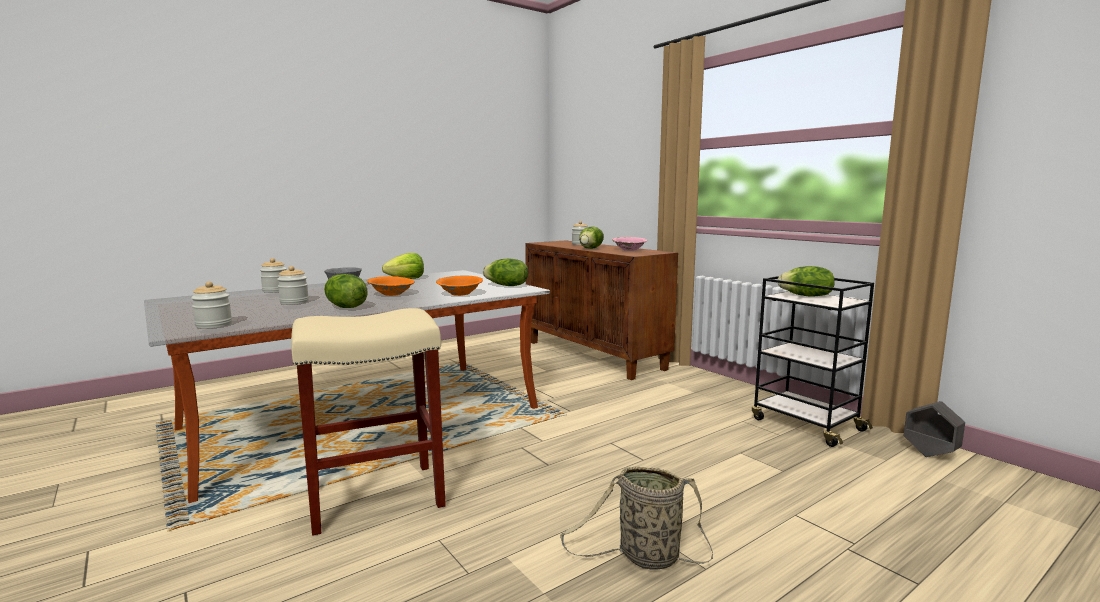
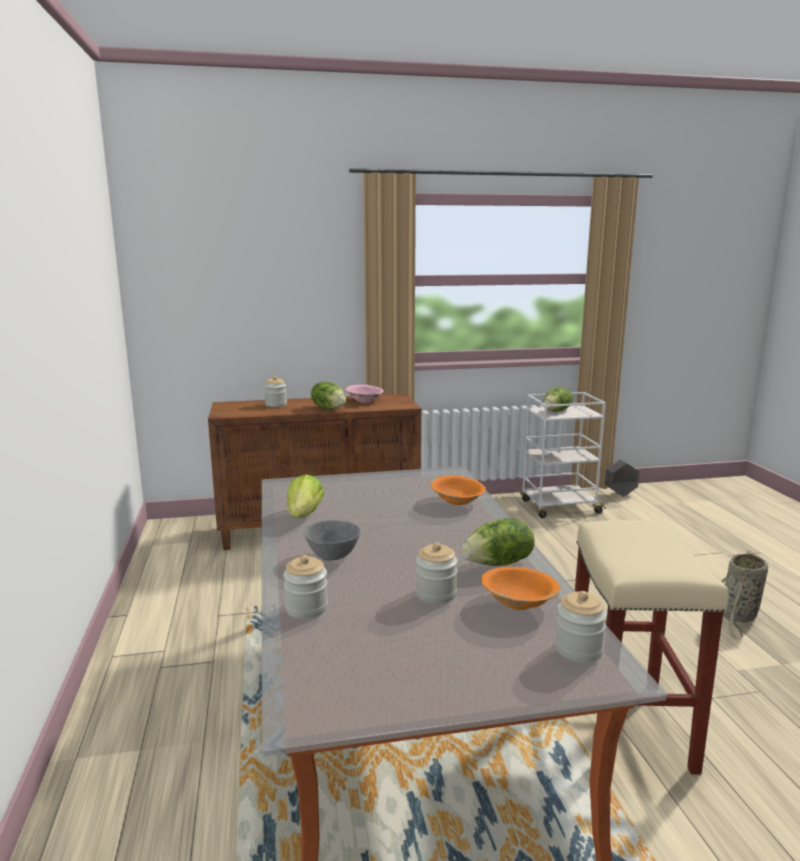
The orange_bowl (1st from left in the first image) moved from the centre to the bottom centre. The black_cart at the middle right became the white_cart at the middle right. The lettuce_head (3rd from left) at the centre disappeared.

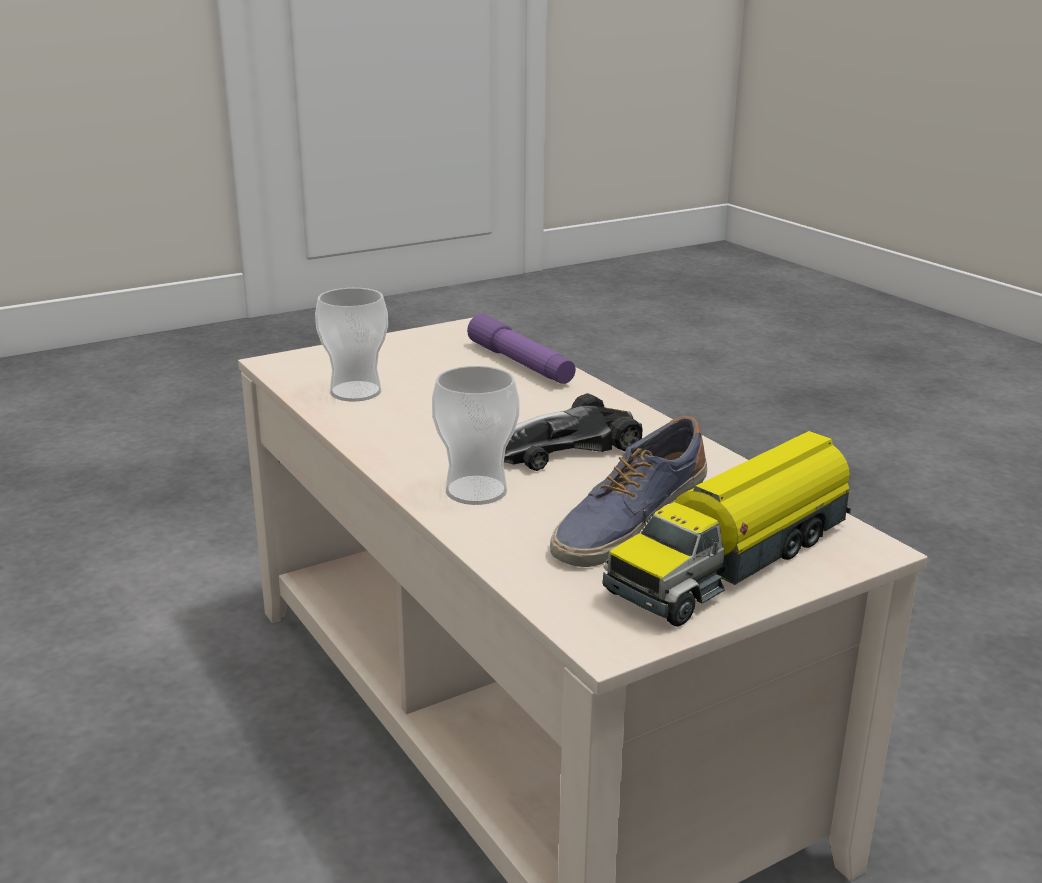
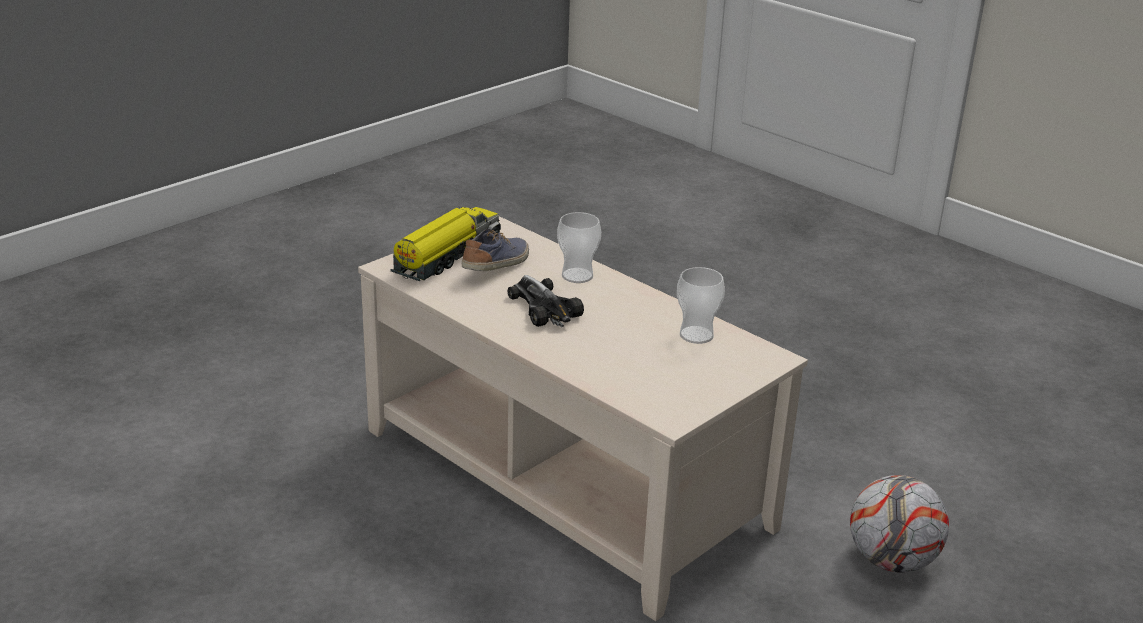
The miniature_car at the centre turned 75 degrees counterclockwise. The ball_for_football at the bottom right appeared. The purplish_torch at the centre disappeared.

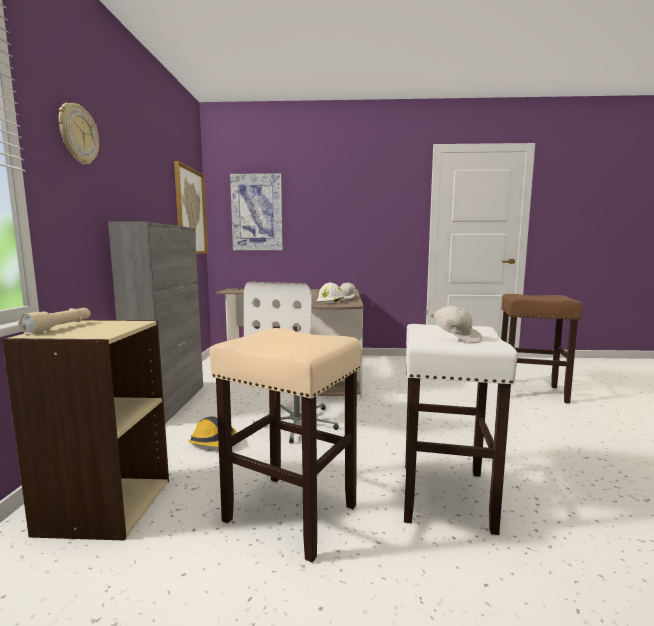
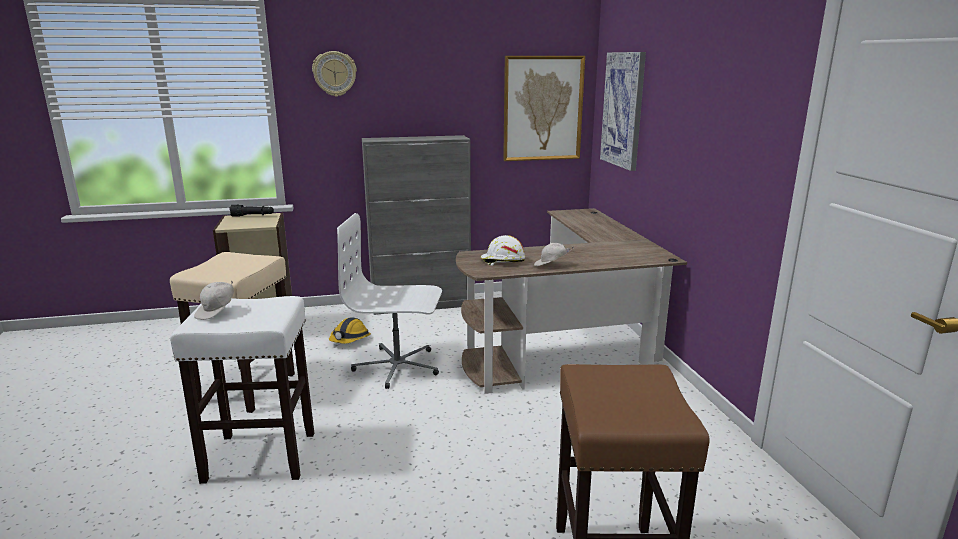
The beige-coloured_torch at the middle left became the black_torch at the middle left.

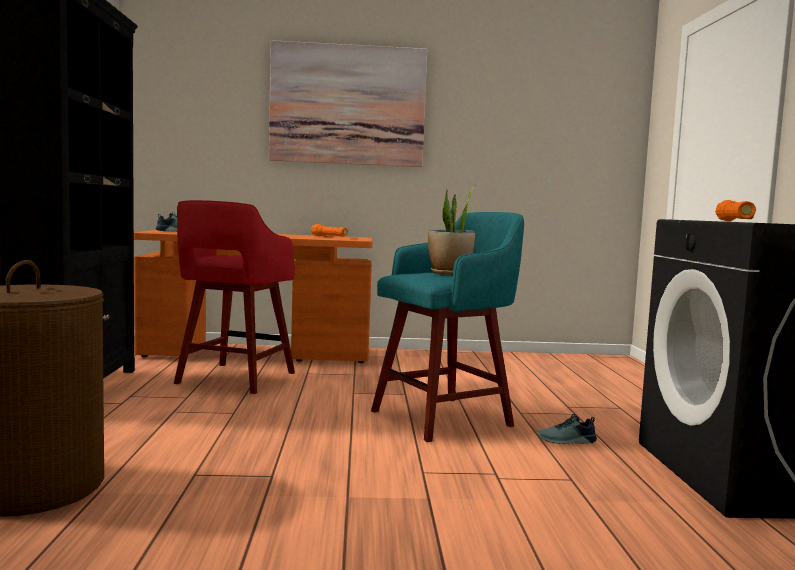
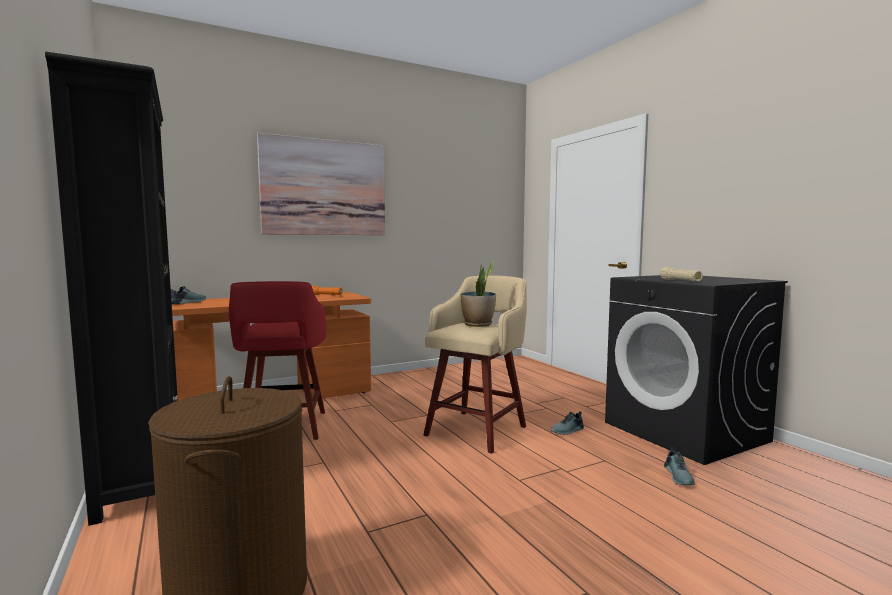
The blue-green_stool at the centre became the beige-coloured_stool at the centre. The orange_torch (2nd from left) at the middle right became the beige-coloured_torch at the middle right. The low_shoe (3rd from left) at the bottom right appeared.

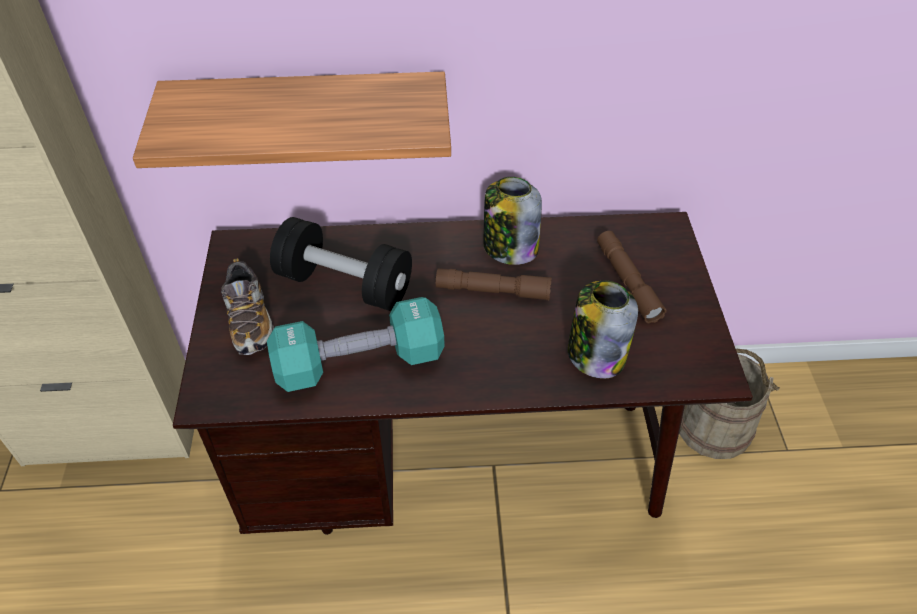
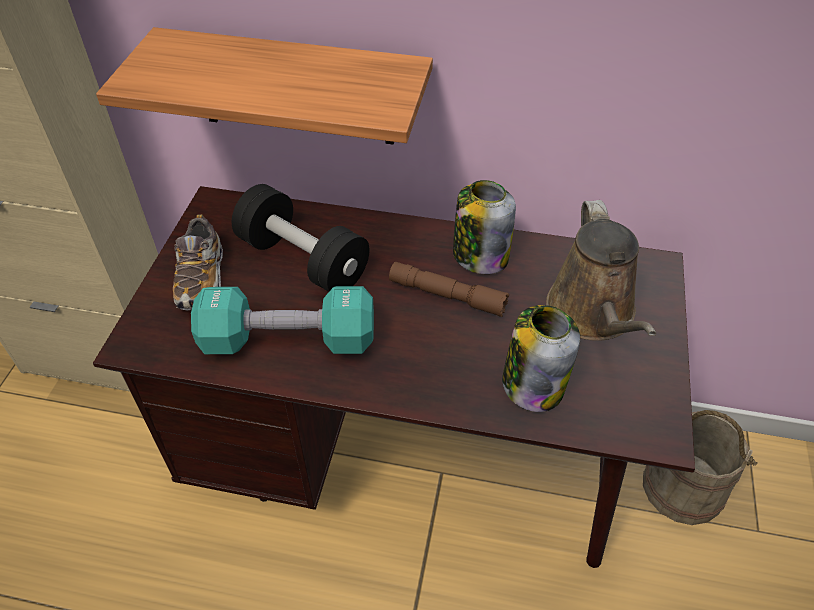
The brown-coloured_torch (2nd from left) at the middle right was replaced by the brown-coloured_watering_can at the middle right.

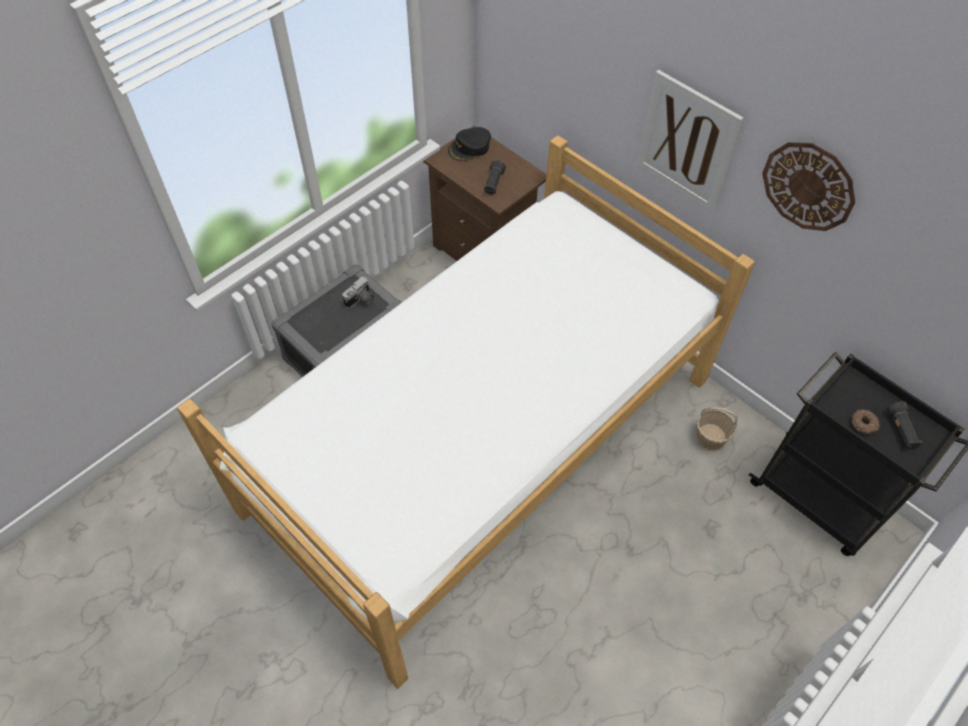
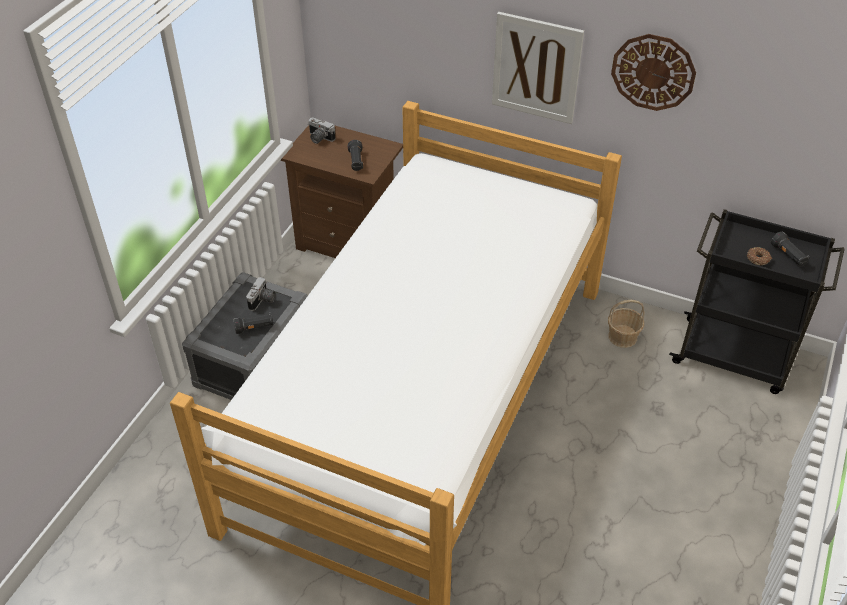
The black_torch (1st from left) at the middle left appeared. The black_cap at the top centre was replaced by the photo_camera (2nd from left) at the top centre.

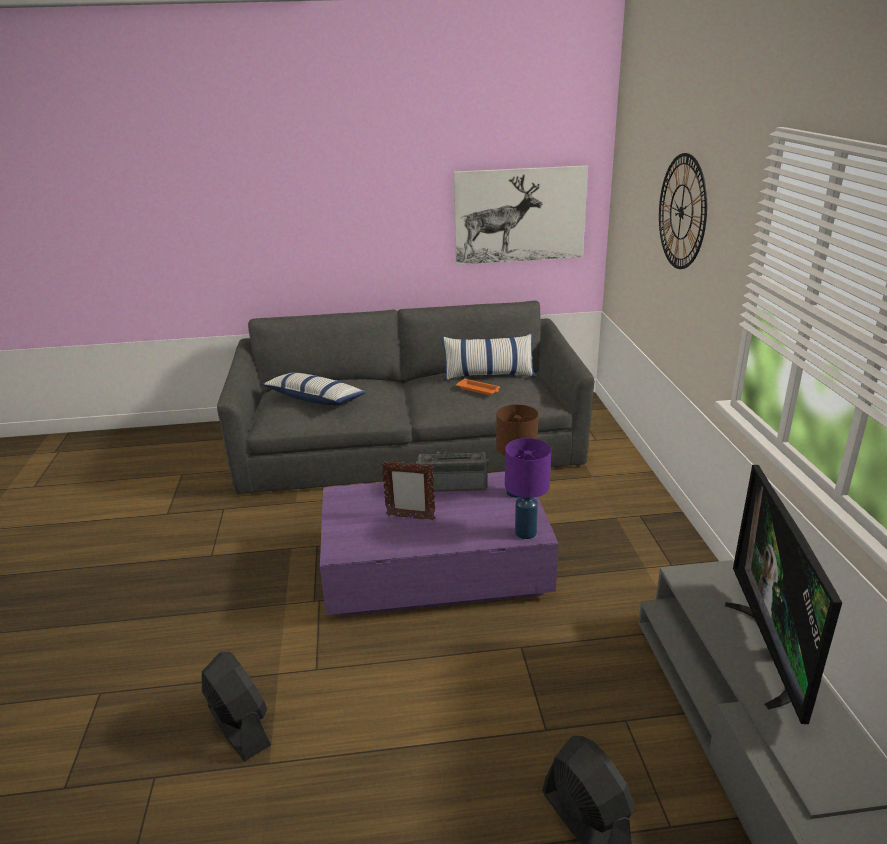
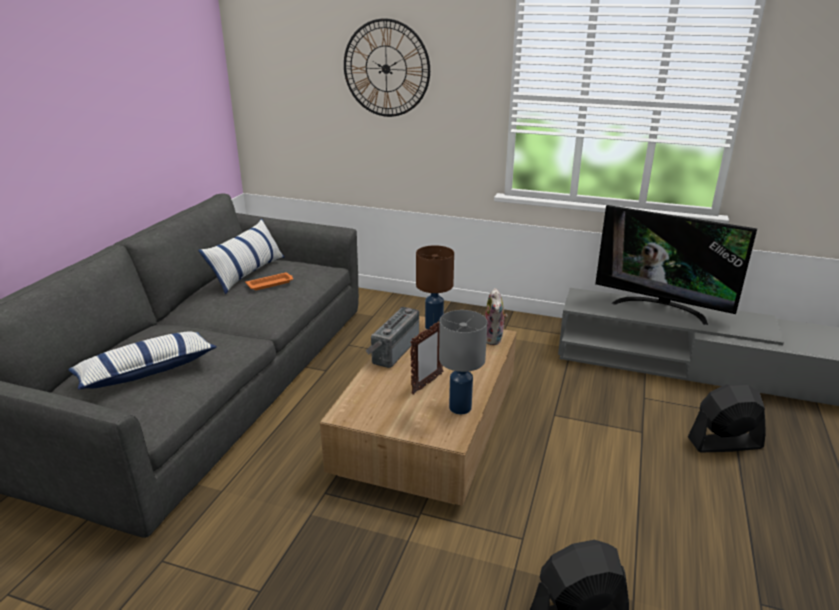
The purplish_lounge_table at the centre became the brown-coloured_lounge_table at the bottom centre. The greyish_table_lamp at the centre appeared. The purplish_table_lamp at the centre was replaced by the soft_toy at the centre. The wall_art at the top centre disappeared.

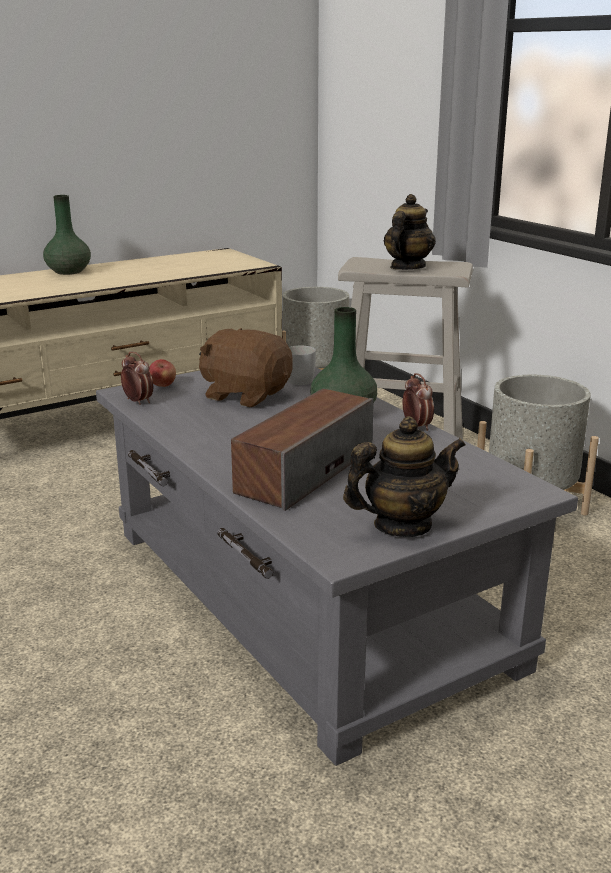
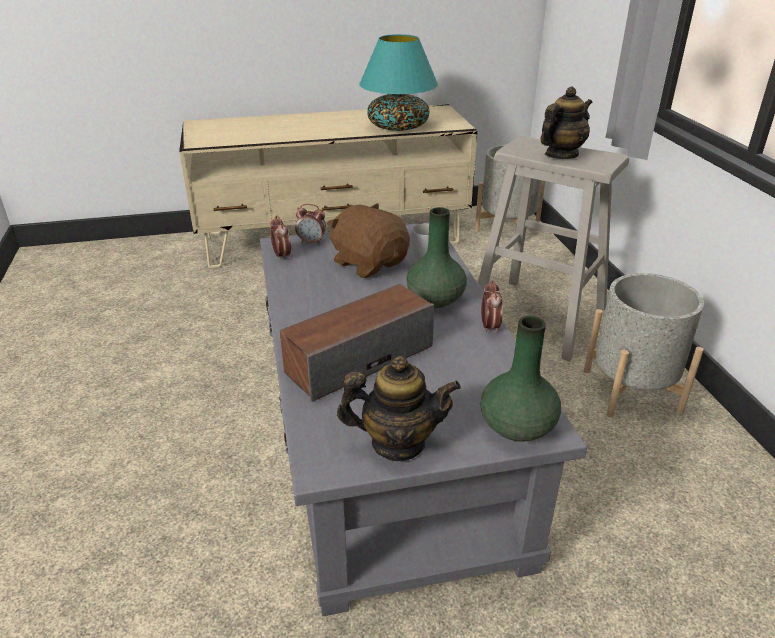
The whole_apple at the middle left was replaced by the table_clock (2nd from left) at the centre. The blue-green_table_lamp at the top centre appeared. The greenish_vase (1st from left in the first image) moved from the top left to the middle right.

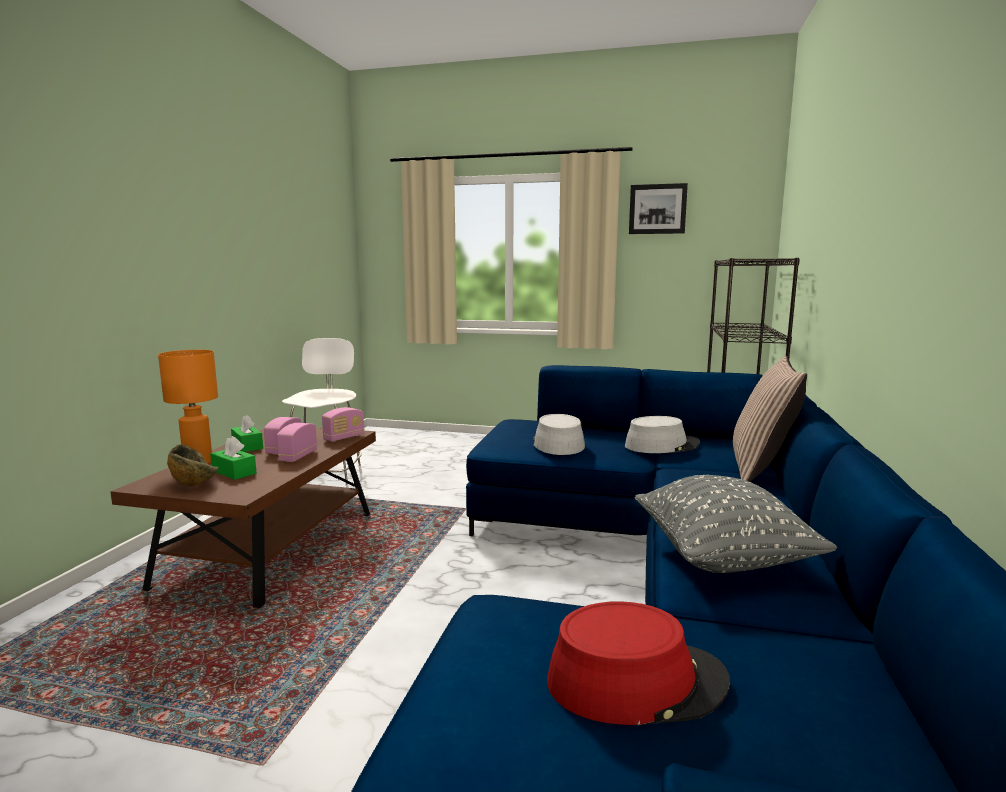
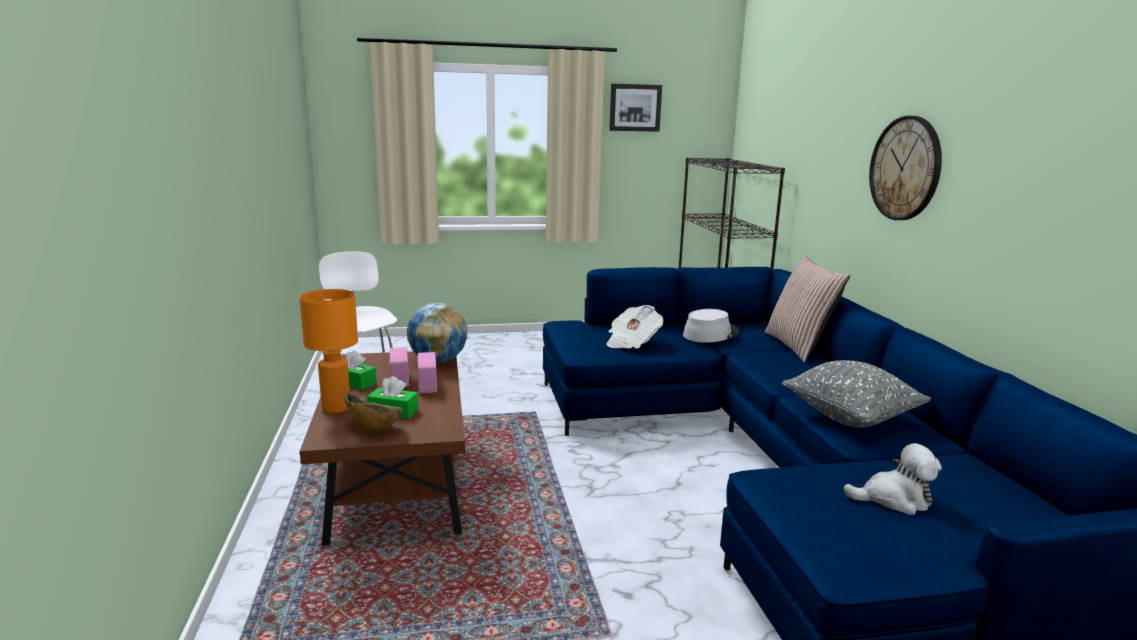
The radio (3rd from left) at the centre was replaced by the world_globe at the centre. The greyish_clothing_hat (1st from left) at the centre was replaced by the printed_paper at the centre. The reddish_clothing_hat at the bottom centre was replaced by the soft_toy at the bottom right. The wall_clock at the top right appeared.

